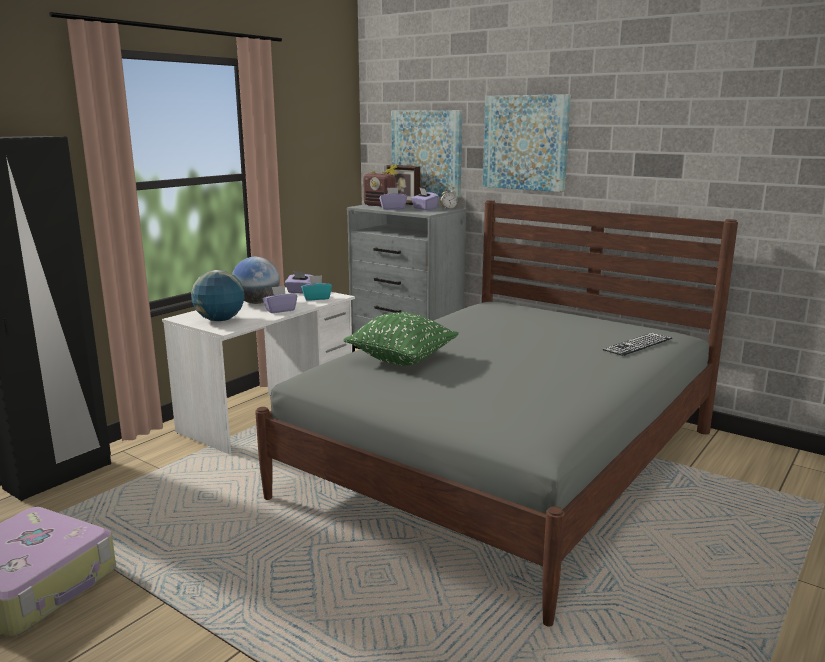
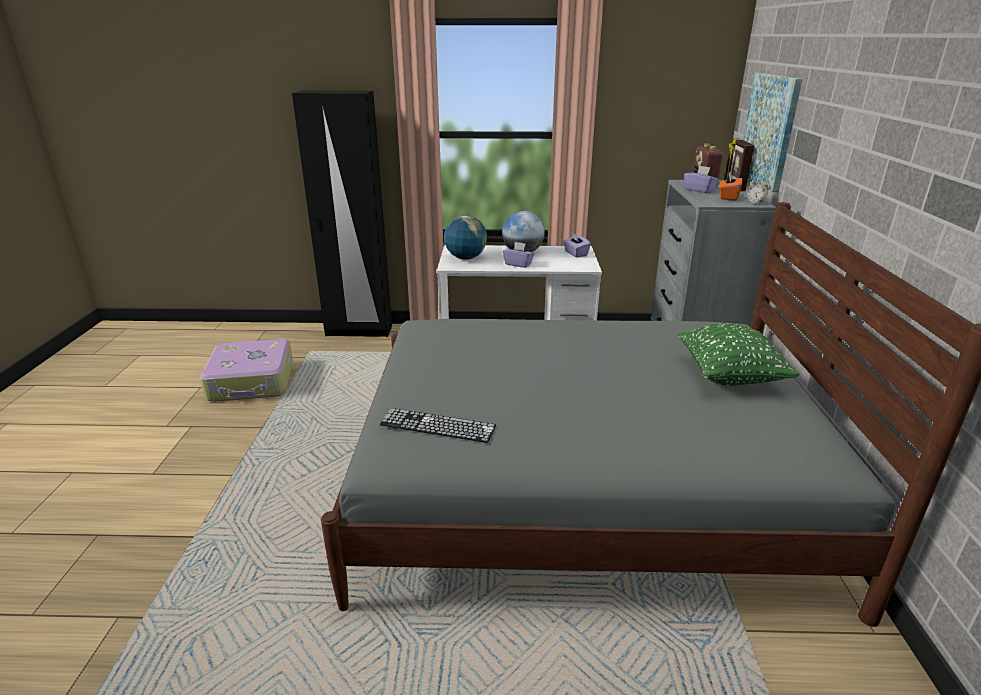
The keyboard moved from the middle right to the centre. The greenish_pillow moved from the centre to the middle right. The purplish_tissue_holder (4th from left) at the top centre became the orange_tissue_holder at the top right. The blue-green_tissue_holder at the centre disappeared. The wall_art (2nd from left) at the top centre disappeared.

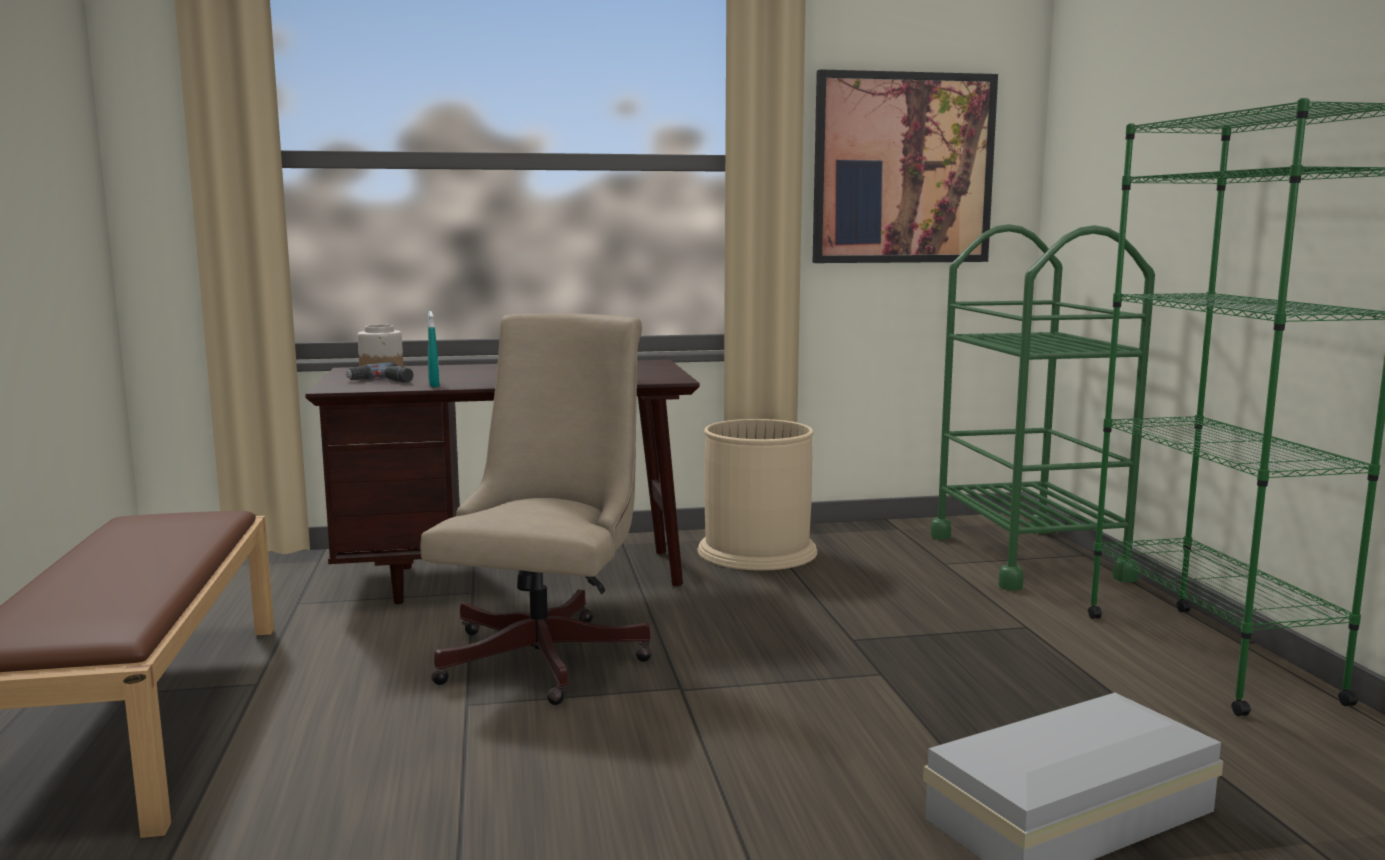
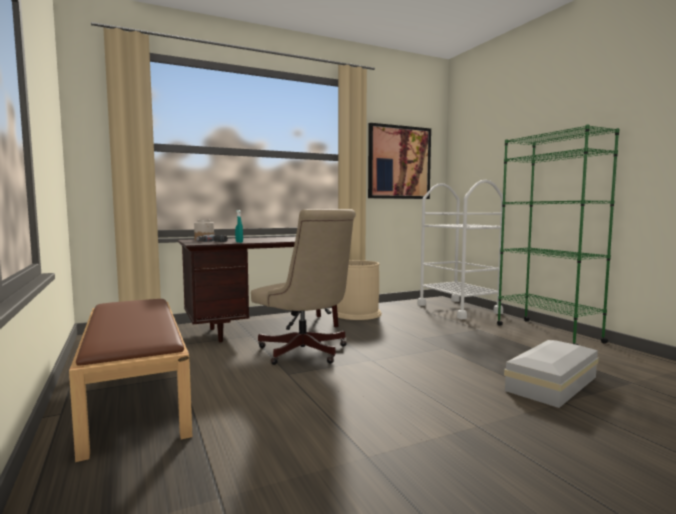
The beige-coloured_computer_chair at the centre turned 135 degrees clockwise. The greenish_cart at the middle right became the white_cart at the middle right.

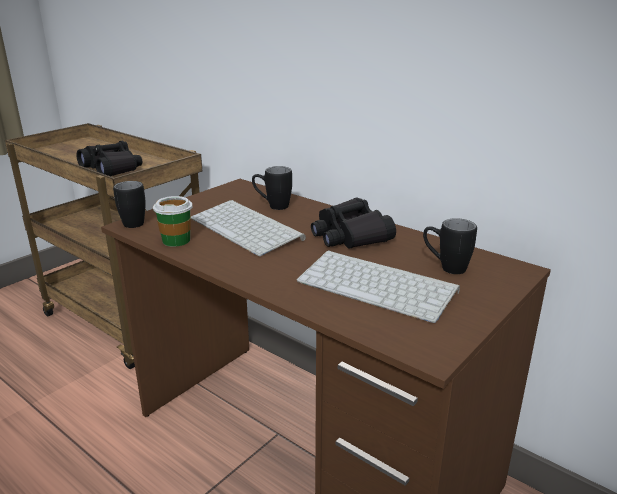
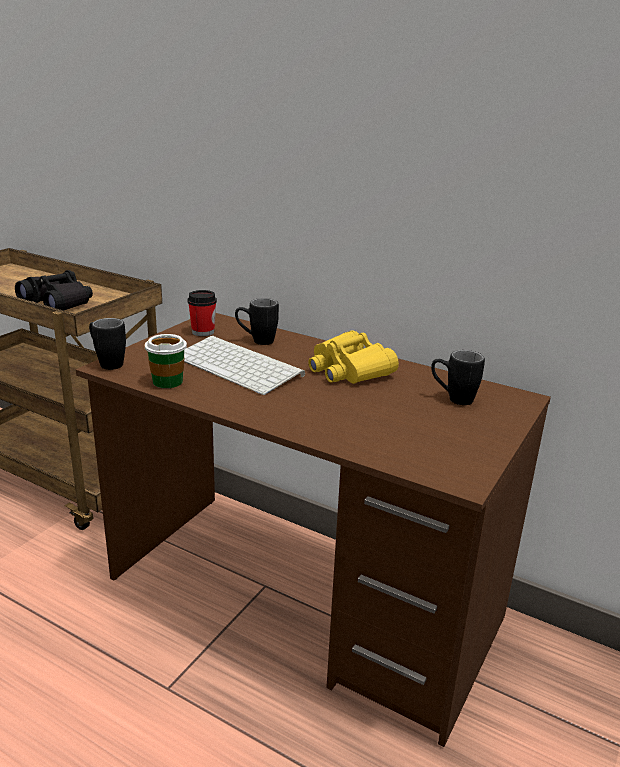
The small_cup (2nd from left) at the middle left appeared. The black_field_glasses (2nd from left) at the centre became the yellow_field_glasses at the centre. The keyboard (2nd from left) at the centre disappeared.

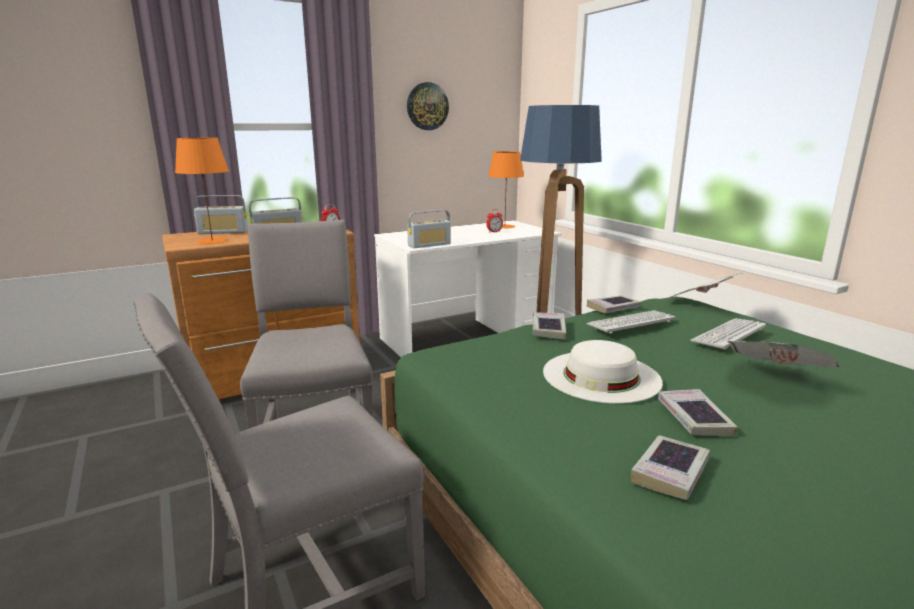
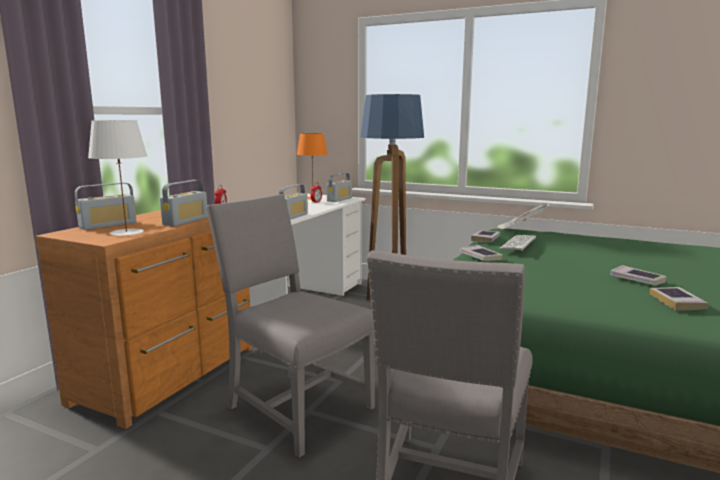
The orange_table_lamp (1st from left) at the top left became the white_table_lamp at the middle left. The radio (4th from left) at the centre appeared. The wall_clock at the top centre disappeared. The white_clothing_hat at the centre disappeared. The keyboard (2nd from left) at the middle right disappeared. The printed_paper (2nd from left) at the middle right disappeared.

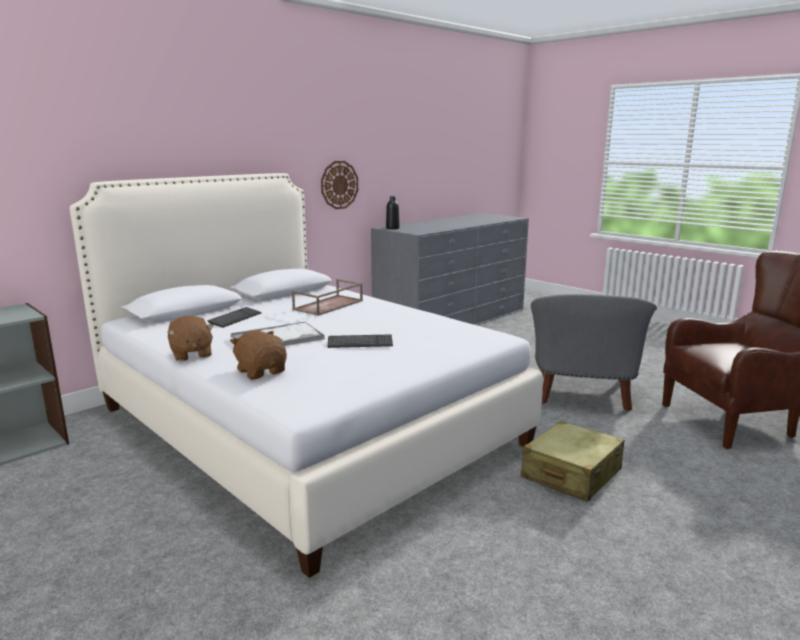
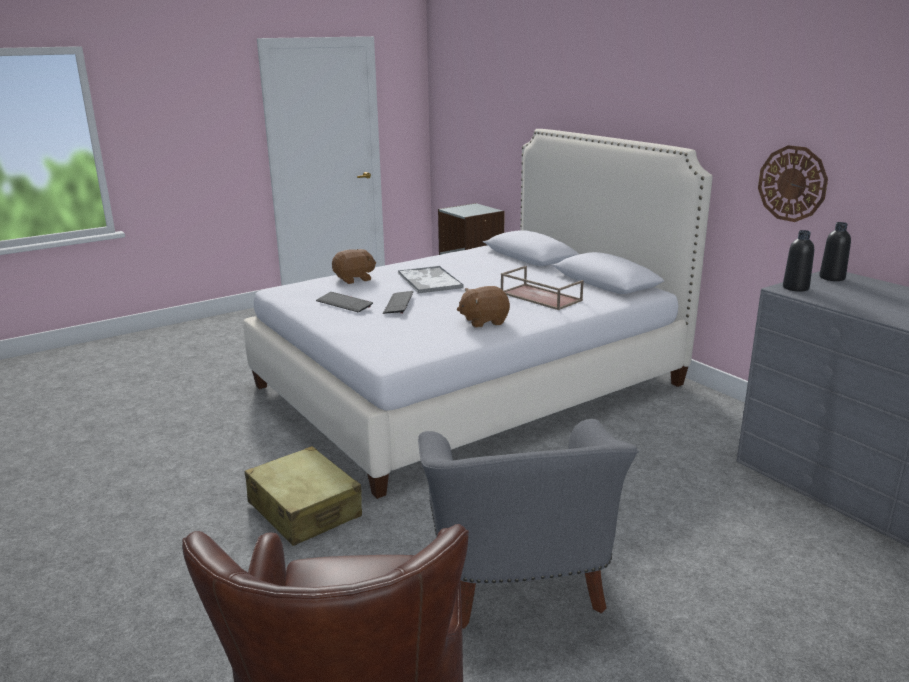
The keyboard (1st from left) moved from the middle left to the centre. The greyish_lounge_chair at the middle right turned 120 degrees counterclockwise. The brown-coloured_soft_toy (1st from left in the first image) moved from the middle left to the centre. The black_beverage_bottle (1st from left) at the middle right appeared.

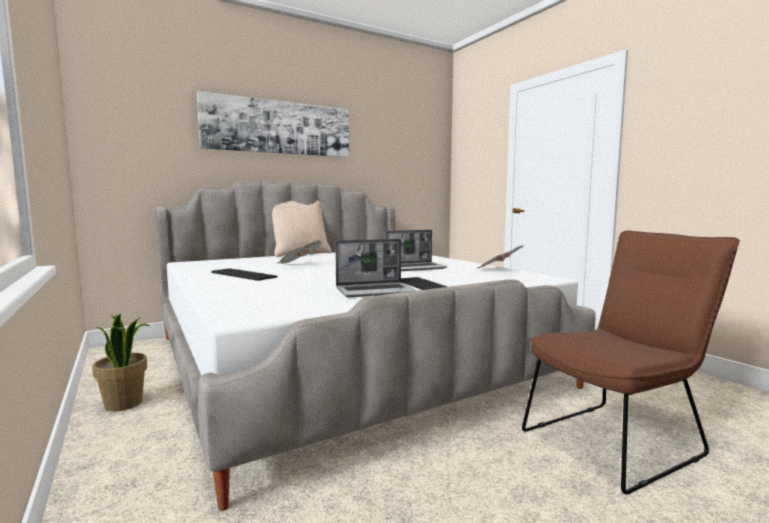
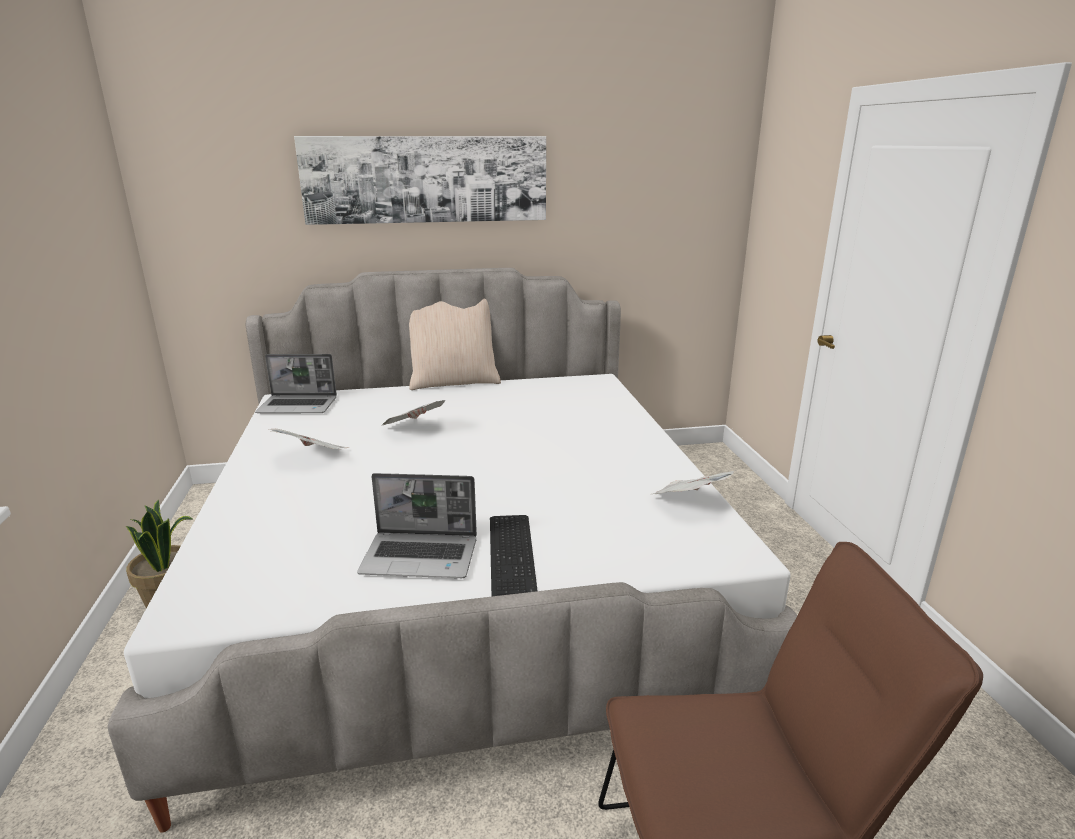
The laptop (2nd from left in the first image) moved from the centre to the middle left. The keyboard (1st from left) at the middle left was replaced by the printed_paper (1st from left) at the middle left.

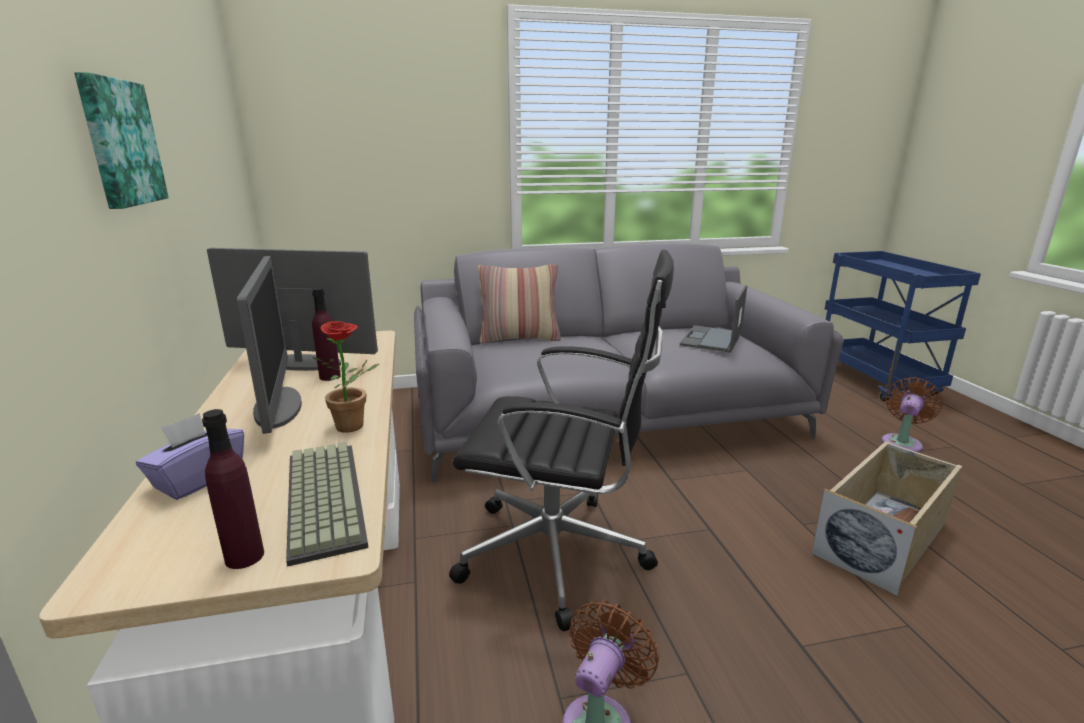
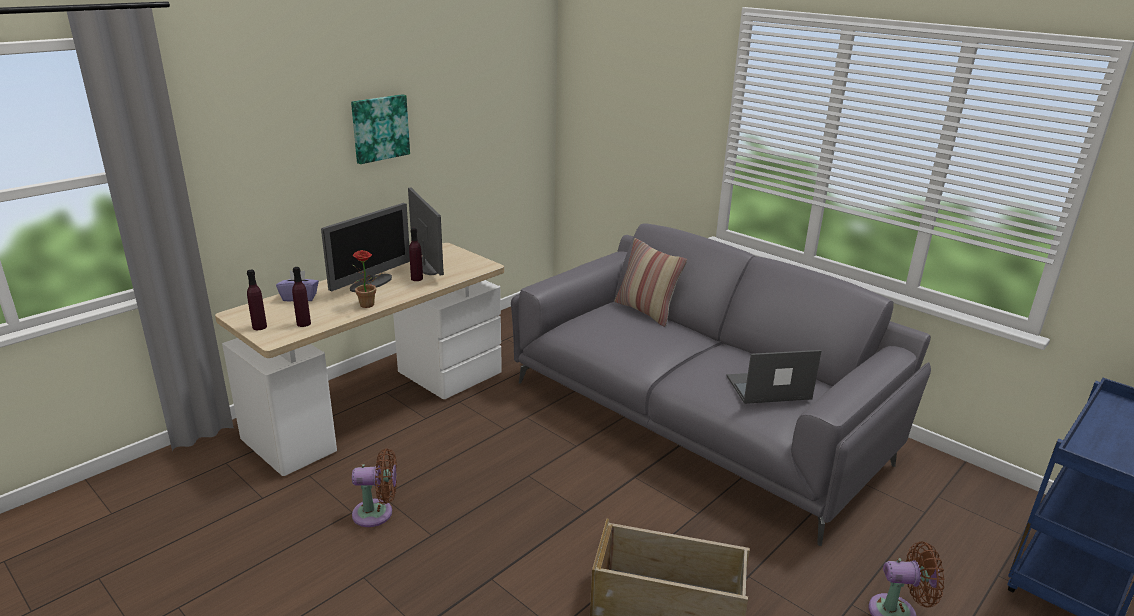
The keyboard at the bottom left was replaced by the purplish_beverage_bottle (2nd from left) at the middle left. The black_computer_chair at the centre disappeared.

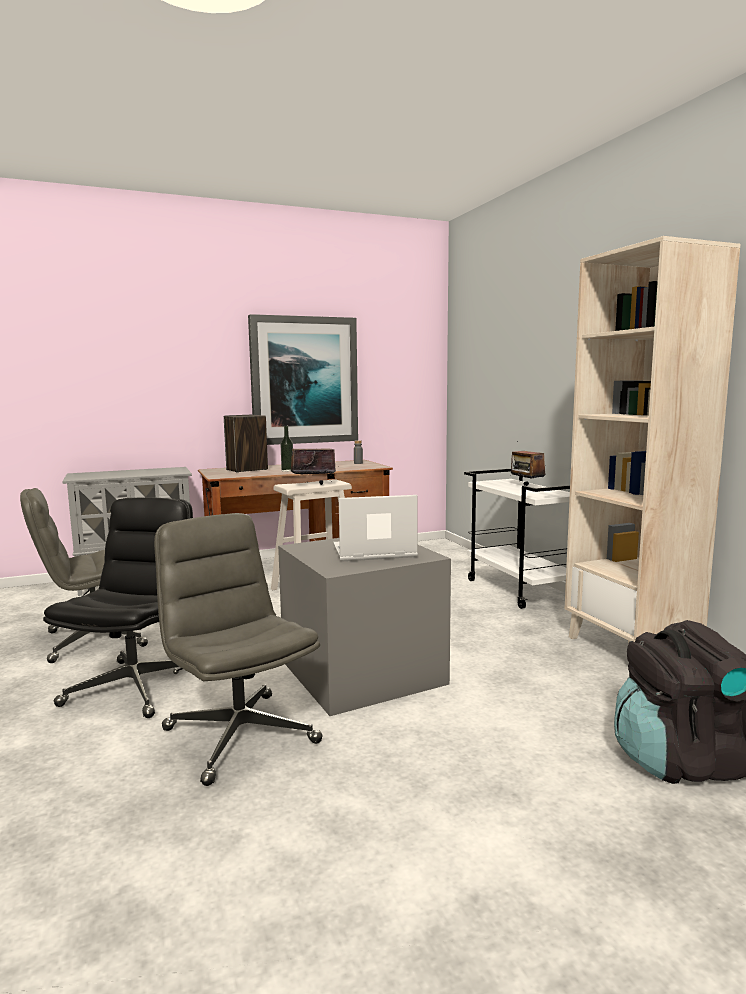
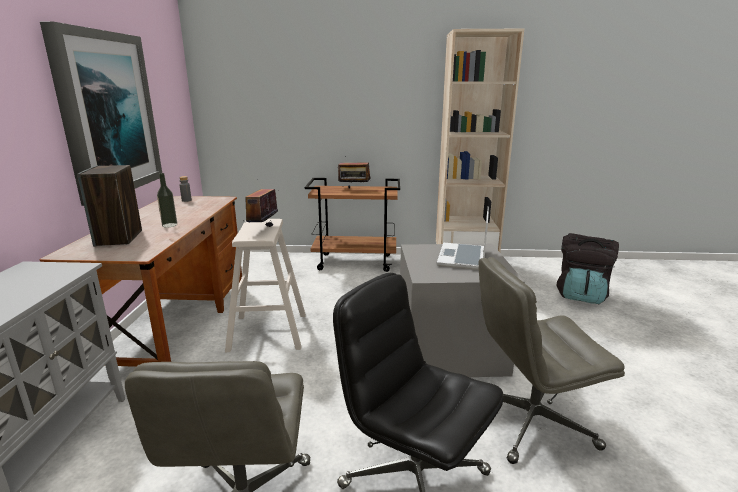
The white_cart at the middle right became the brown-coloured_cart at the centre.

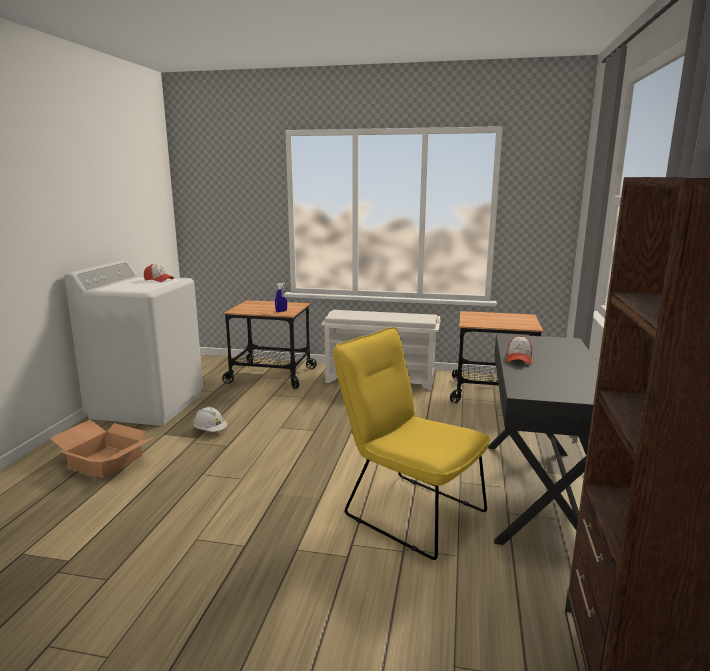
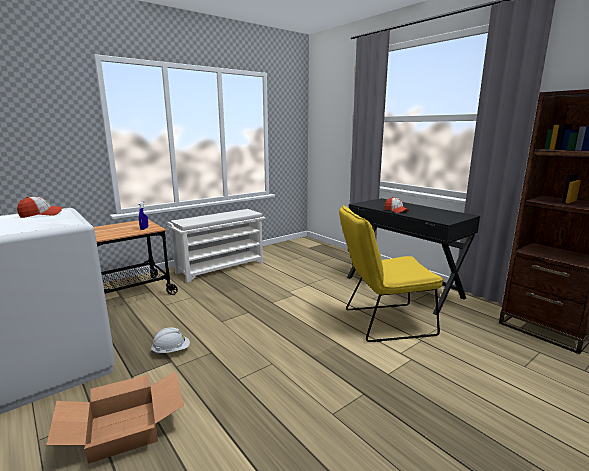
The cart (2nd from left) at the middle right disappeared.

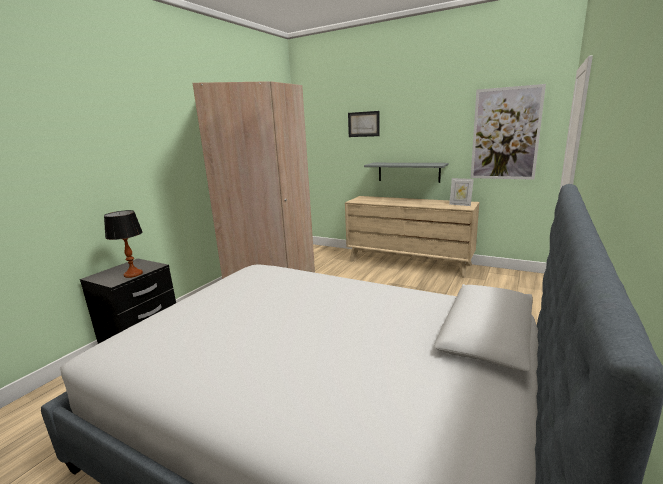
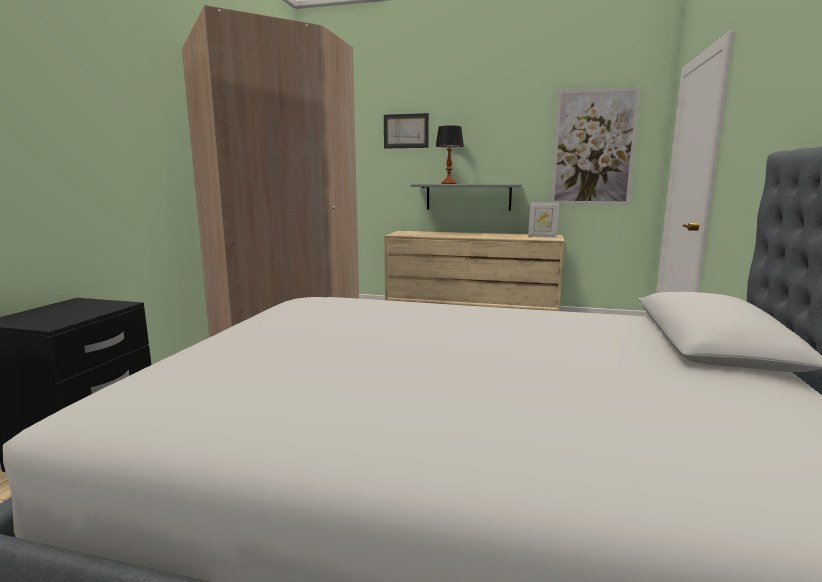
The table_lamp moved from the middle left to the top centre.

